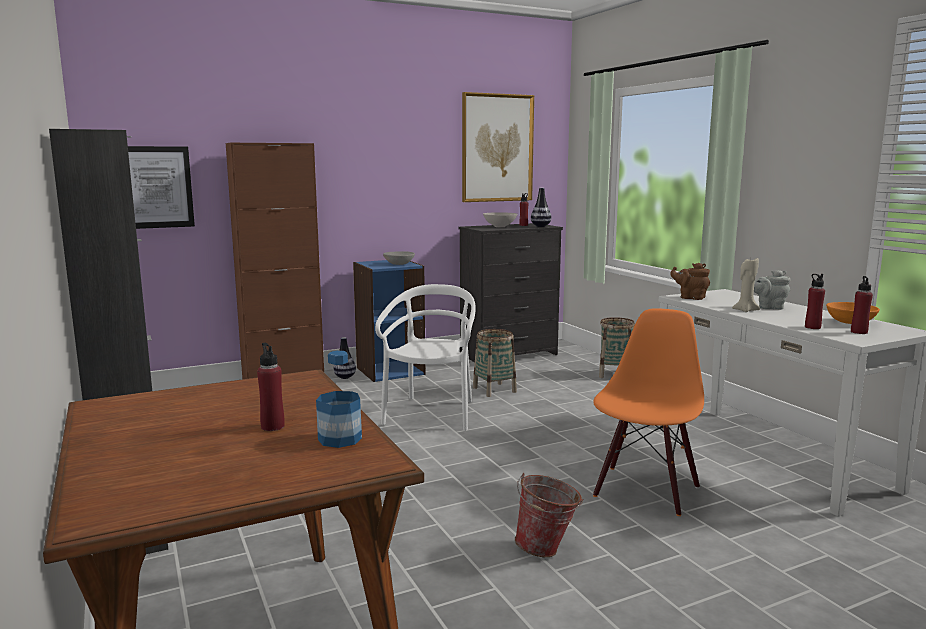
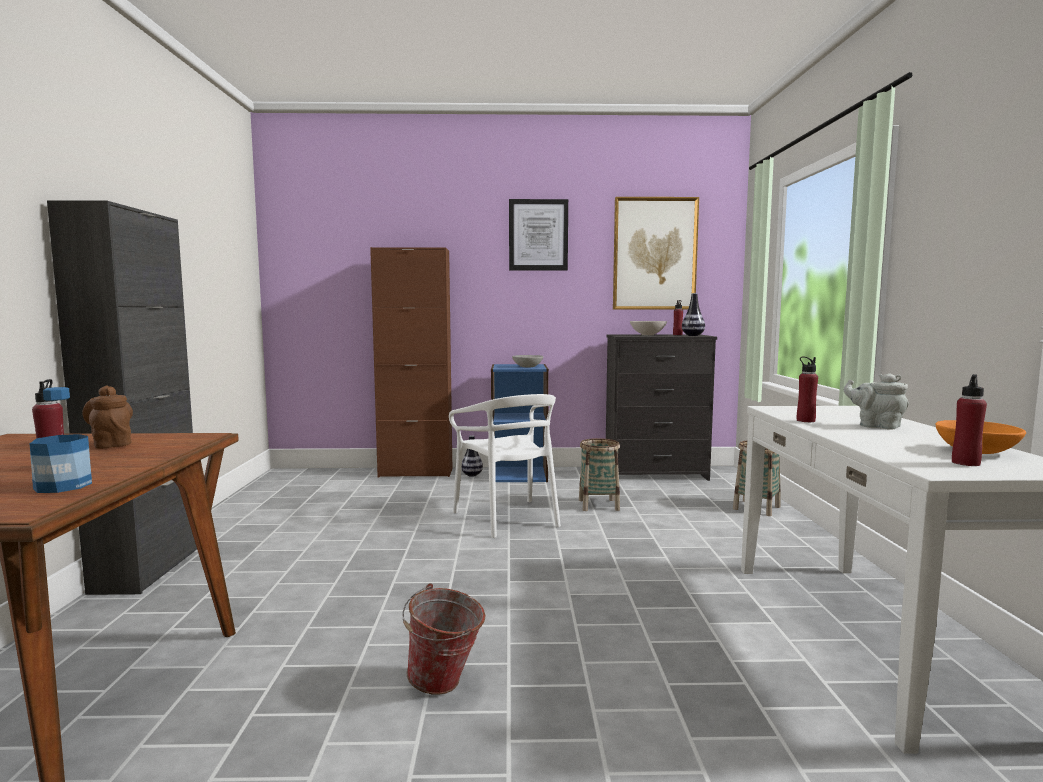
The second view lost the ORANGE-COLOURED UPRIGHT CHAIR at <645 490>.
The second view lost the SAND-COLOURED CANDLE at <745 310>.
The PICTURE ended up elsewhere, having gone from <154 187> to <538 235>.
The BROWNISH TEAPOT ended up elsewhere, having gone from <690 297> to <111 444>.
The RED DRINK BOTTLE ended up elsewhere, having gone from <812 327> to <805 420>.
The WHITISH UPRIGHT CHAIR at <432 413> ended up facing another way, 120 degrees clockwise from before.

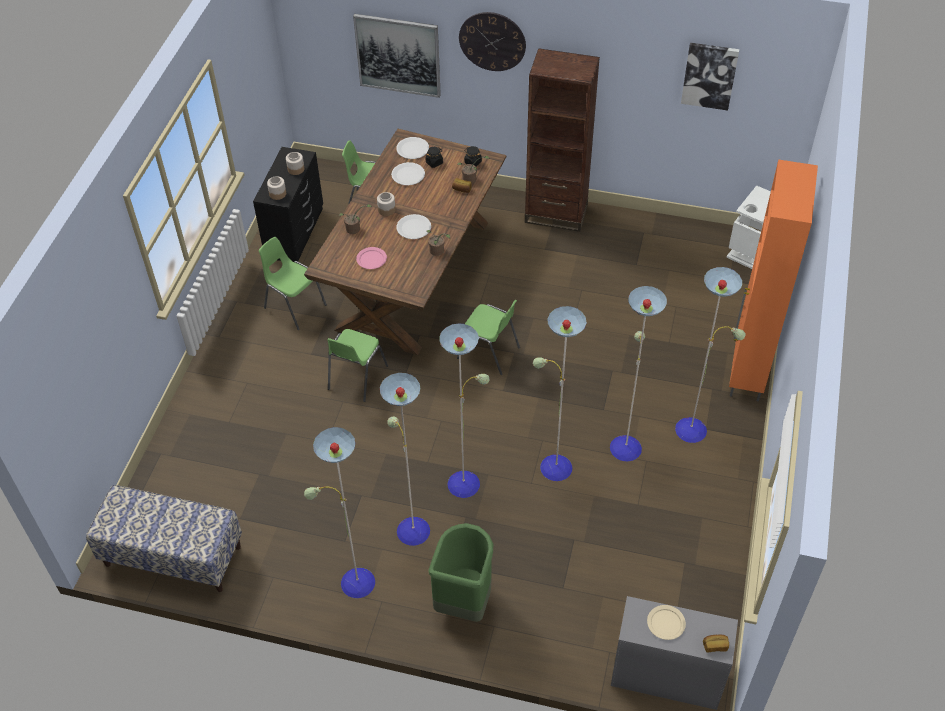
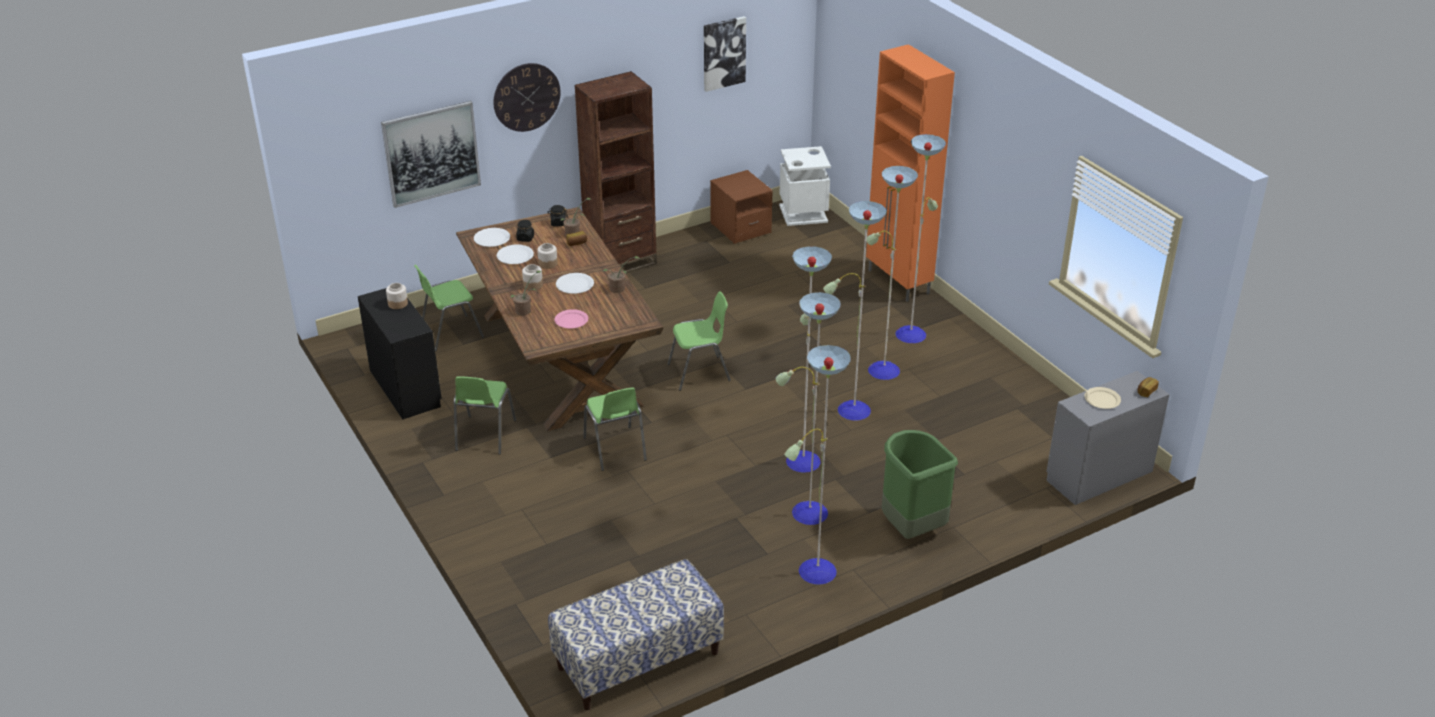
The second view gained the BROWNISH NIGHT TABLE at <740 228>.
The STORAGE JAR ended up elsewhere, having gone from <278 194> to <548 263>.
The GREEN UPRIGHT CHAIR at <294 306> ended up facing another way, 75 degrees counterclockwise from before.

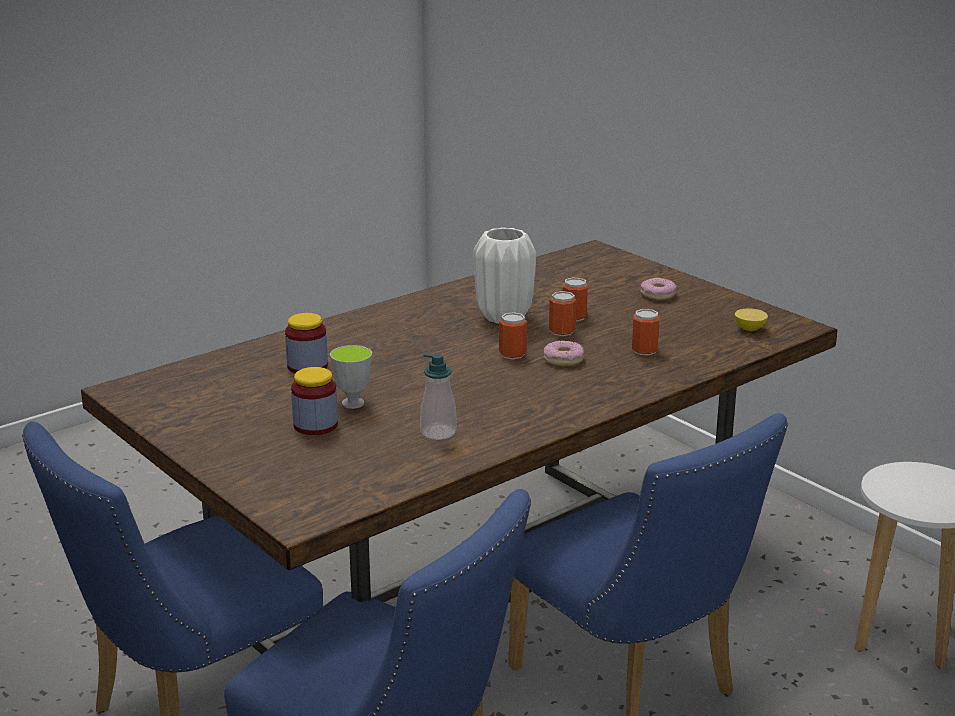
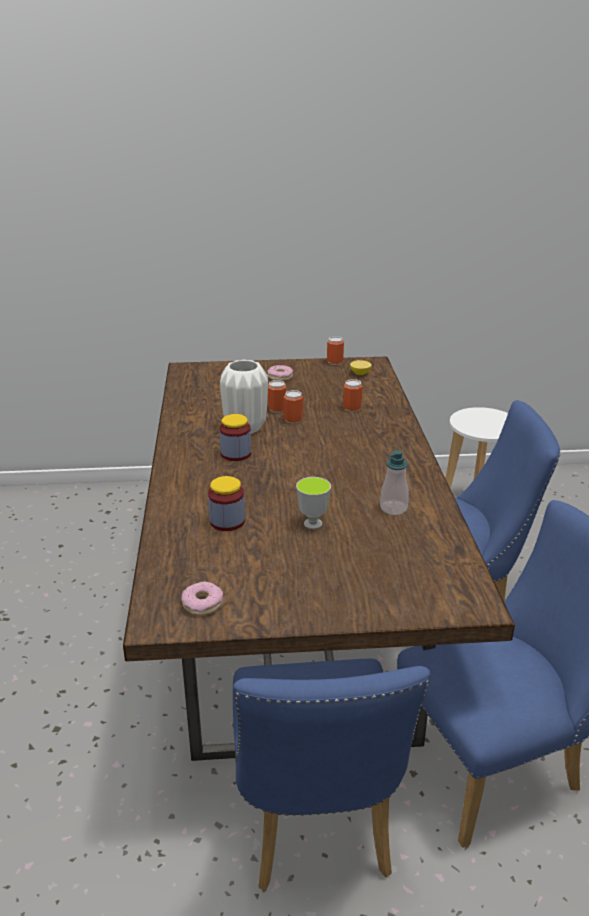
The STORAGE JAR ended up elsewhere, having gone from <315 425> to <236 454>.
The CAN ended up elsewhere, having gone from <512 354> to <335 362>.
The RING DOUGHNUT ended up elsewhere, having gone from <563 360> to <202 604>.

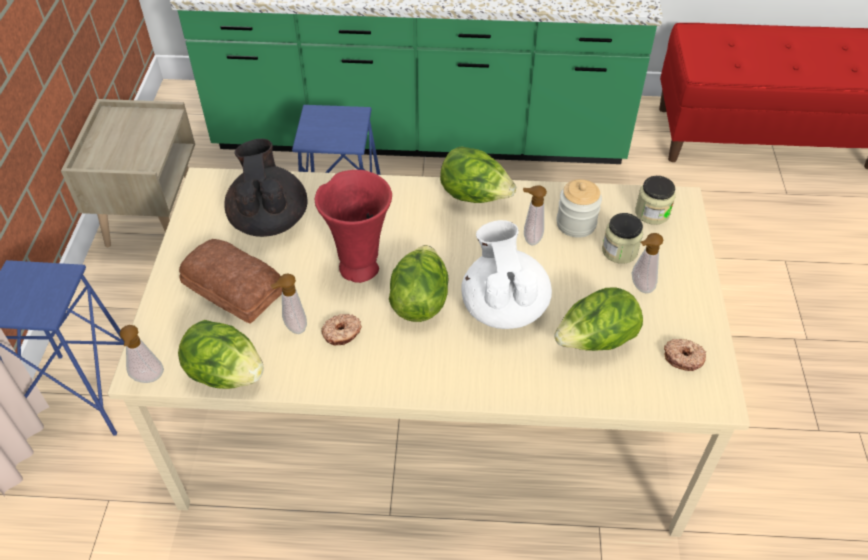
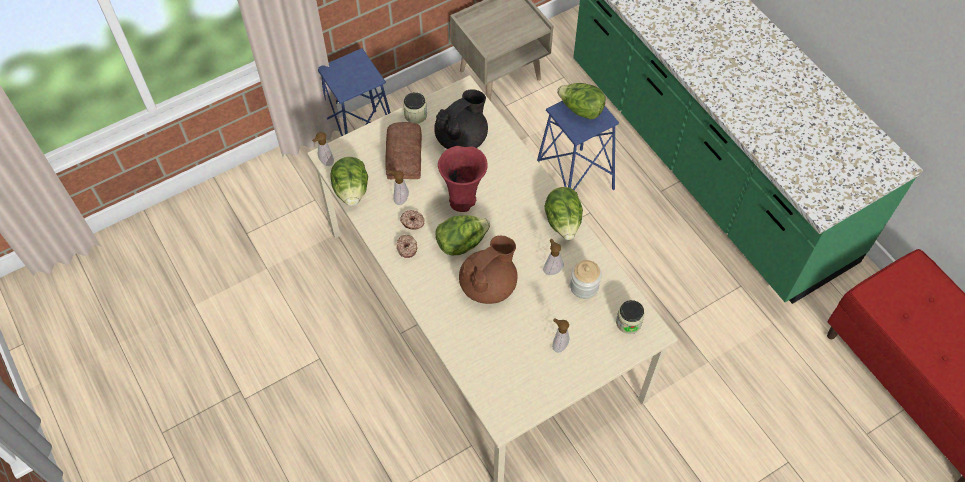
The LETTUCE HEAD ended up elsewhere, having gone from <595 341> to <580 110>.
The STORAGE JAR ended up elsewhere, having gone from <619 251> to <415 115>.
The RING DOUGHNUT ended up elsewhere, having gone from <683 357> to <407 248>.
What was the WHITISH TEAPOT at <503 307> turned into the BROWNISH TEAPOT at <489 285>.

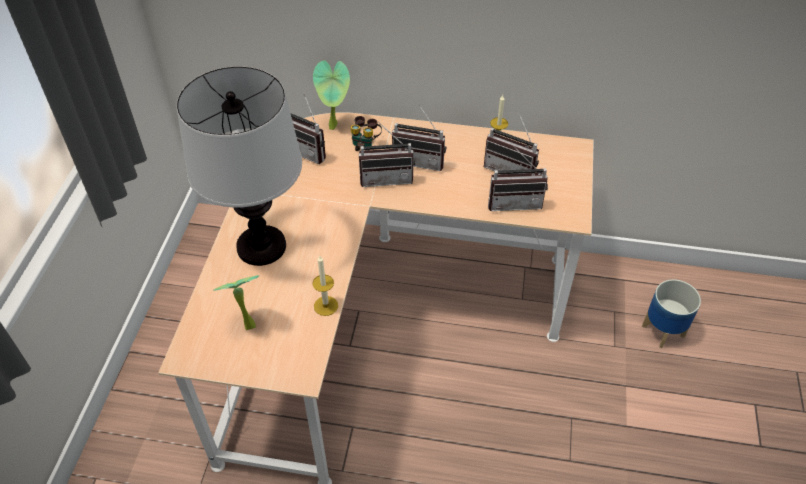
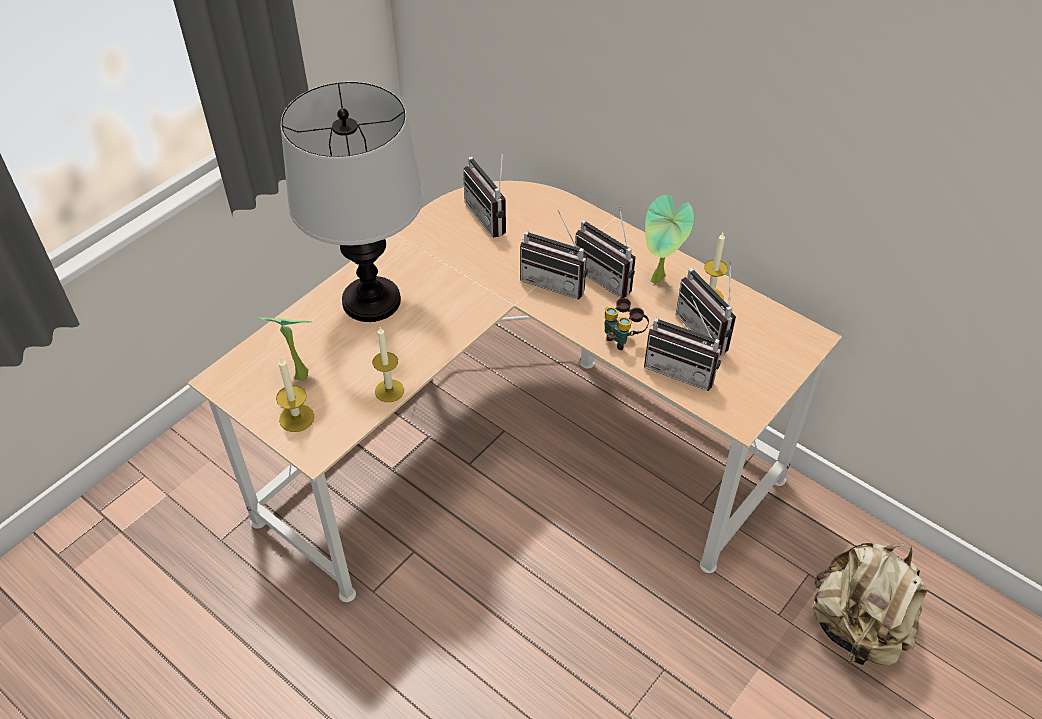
The second view gained the CANDLE at <296 418>.
The HOUSEPLANT ended up elsewhere, having gone from <335 127> to <659 281>.
The FIELD GLASSES ended up elsewhere, having gone from <365 145> to <623 338>.
Where the PLANT POT stood at <663 331>, the SAND-COLOURED RUCKSACK came to stand at <857 627>.

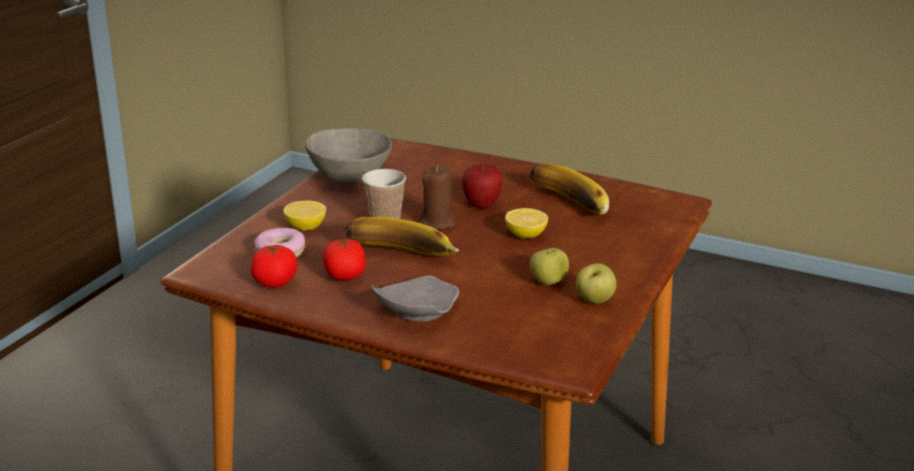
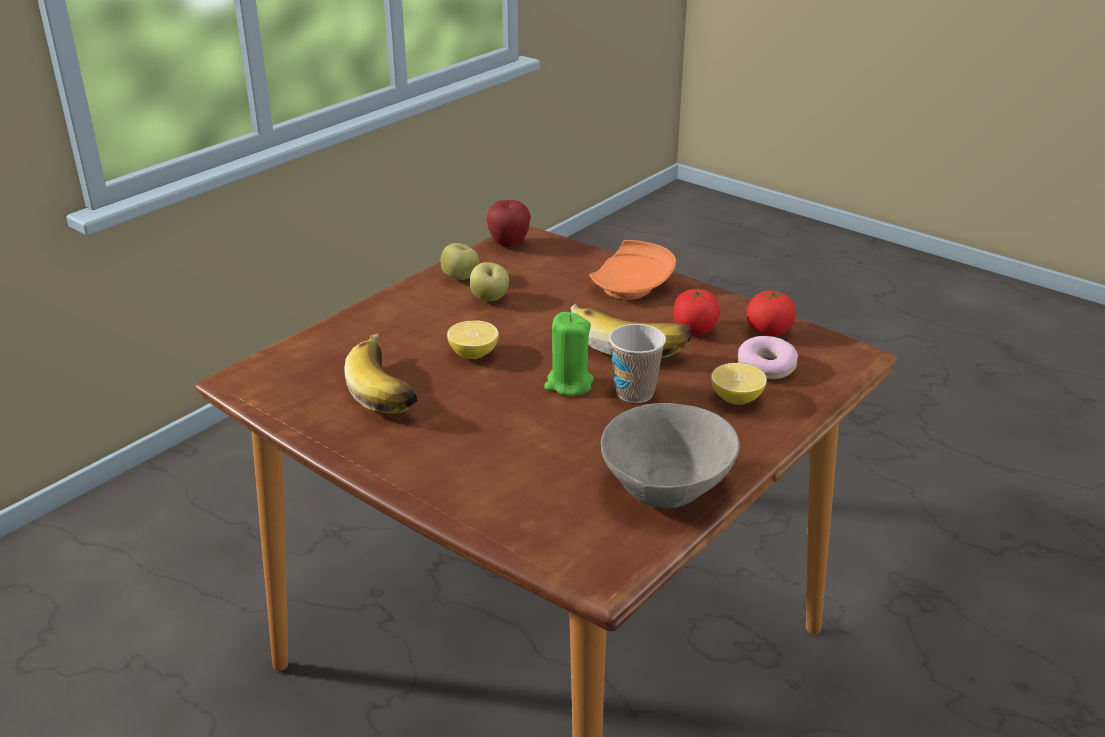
The APPLE FRUIT ended up elsewhere, having gone from <481 205> to <509 244>.
What was the GREY DINNER PLATE at <415 312> turned into the ORANGE-COLOURED DINNER PLATE at <632 287>.
What was the BROWNISH CANDLE at <437 223> turned into the GREEN CANDLE at <569 384>.

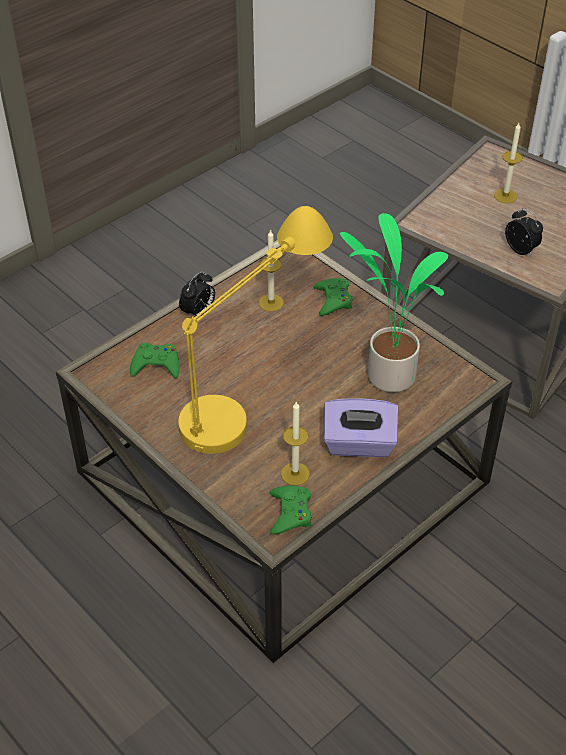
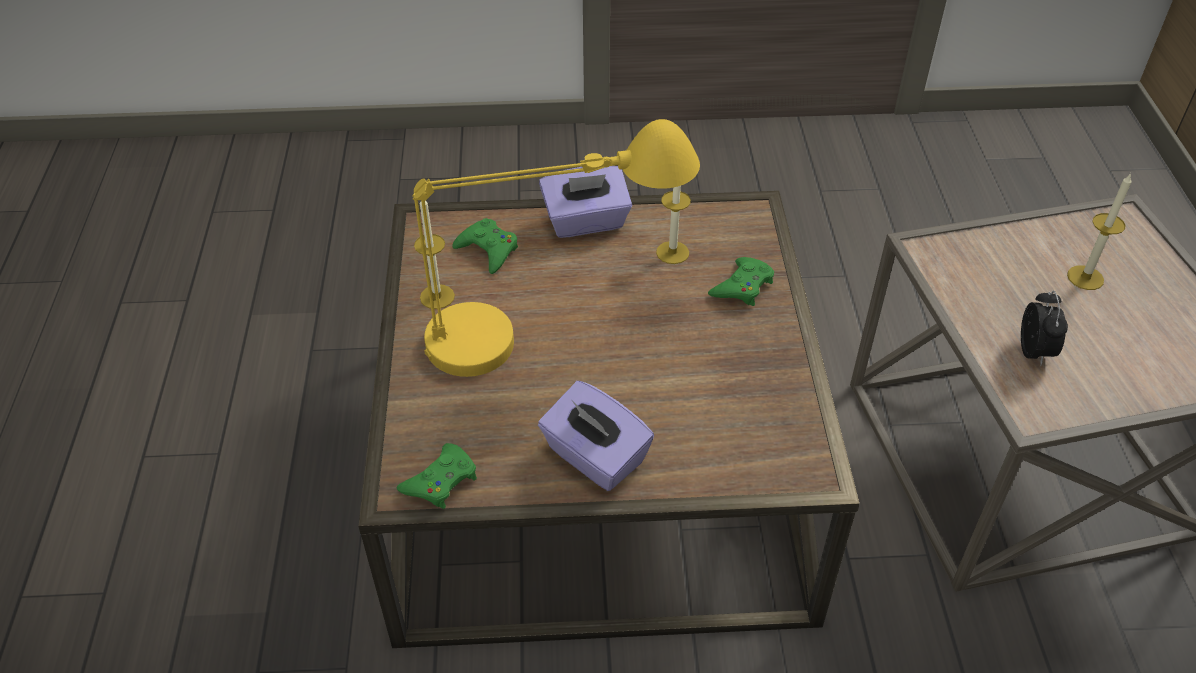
The second view lost the HOUSEPLANT at <388 375>.
The CANDLE ended up elsewhere, having gone from <295 474> to <437 297>.
Where the BEDSIDE CLOCK stood at <198 313>, the PURPLE-COLOURED BOX OF TISSUES came to stand at <586 222>.

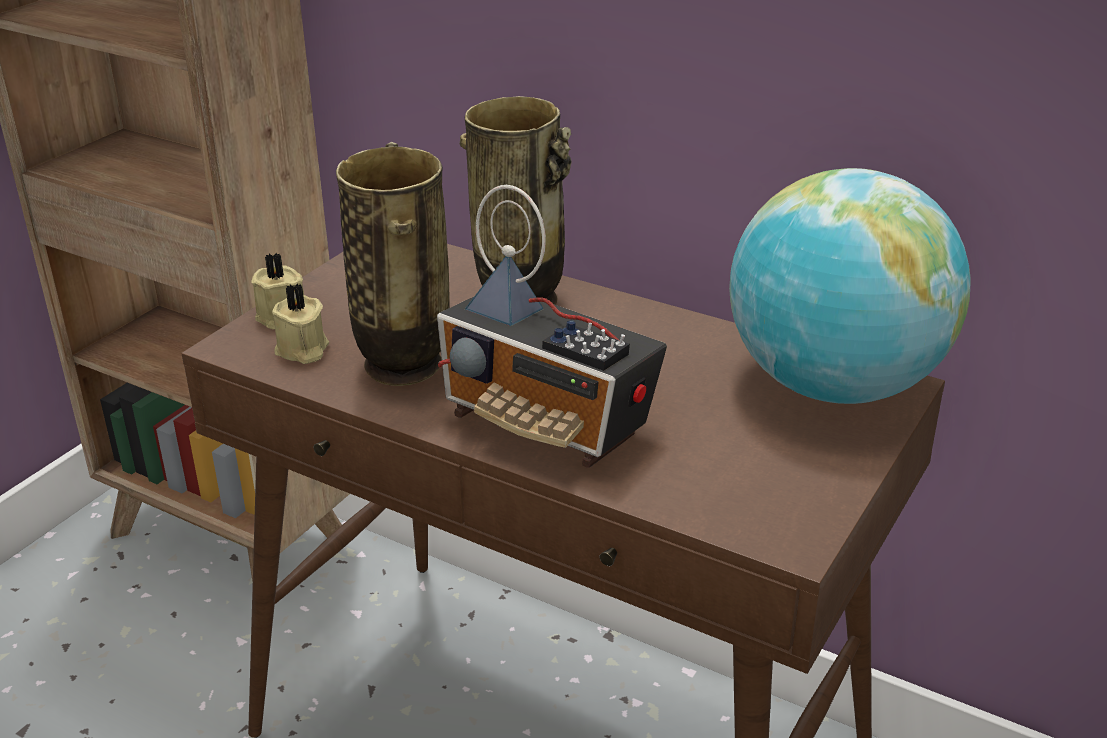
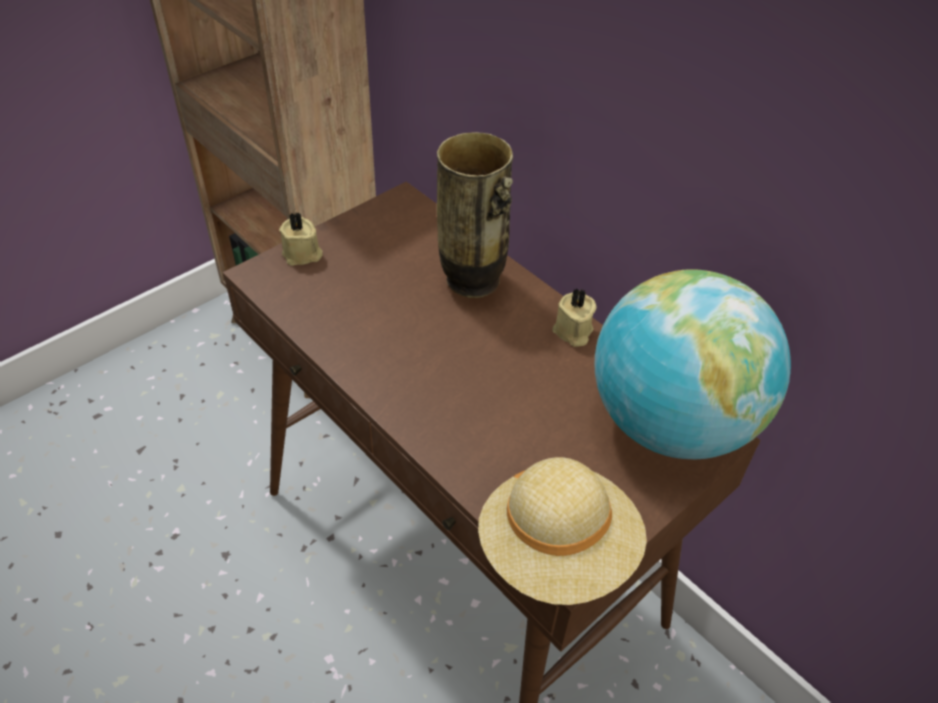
The second view lost the FLOWER VASE at <404 366>.
The second view lost the RADIO RECEIVER at <549 425>.
The second view gained the SAND-COLOURED HAT at <557 550>.
The SAND-COLOURED CANDLE ended up elsewhere, having gone from <302 350> to <572 332>.

